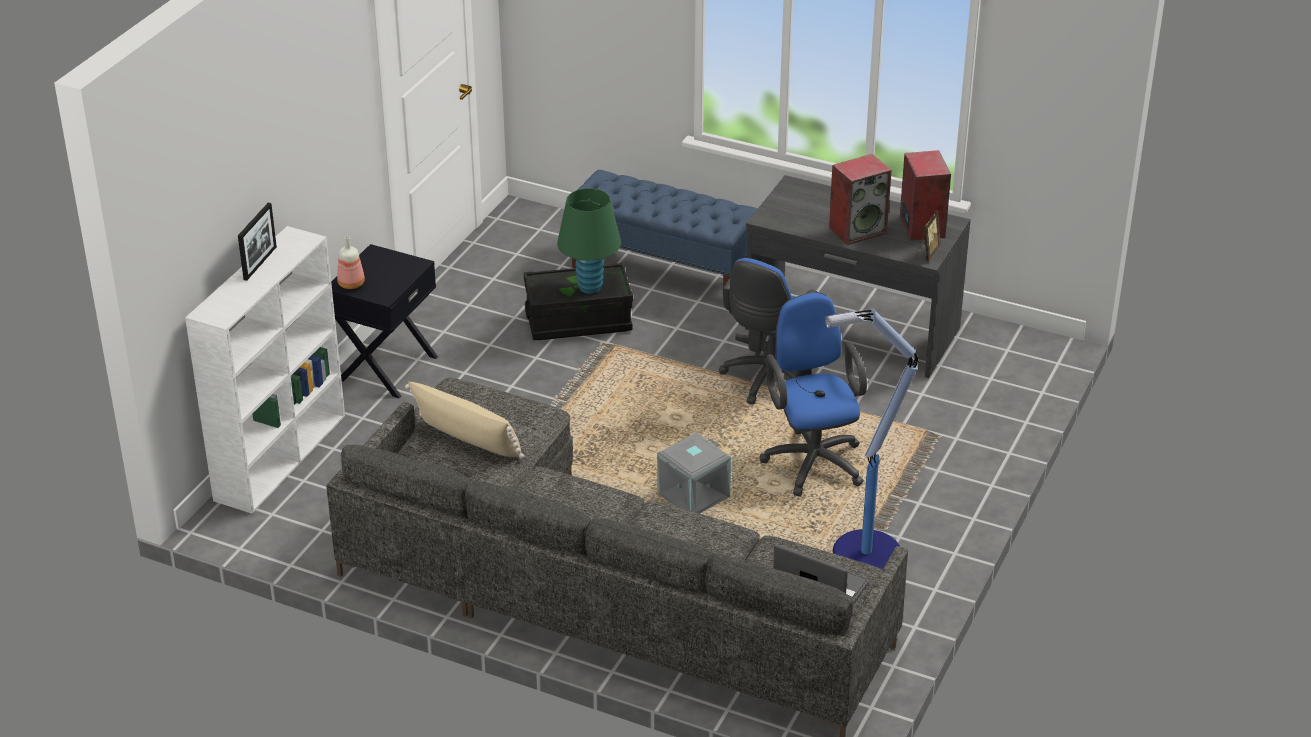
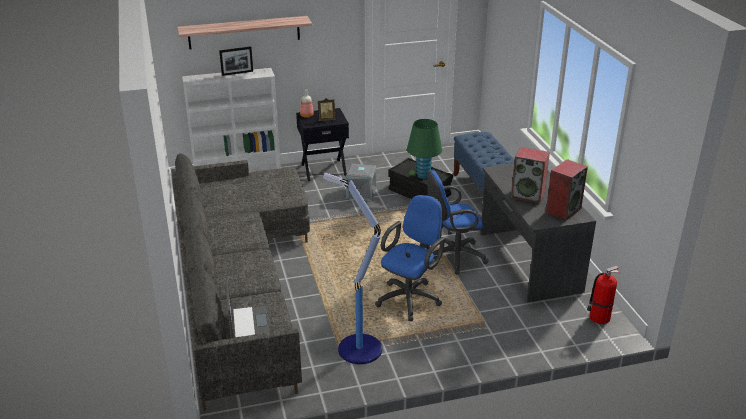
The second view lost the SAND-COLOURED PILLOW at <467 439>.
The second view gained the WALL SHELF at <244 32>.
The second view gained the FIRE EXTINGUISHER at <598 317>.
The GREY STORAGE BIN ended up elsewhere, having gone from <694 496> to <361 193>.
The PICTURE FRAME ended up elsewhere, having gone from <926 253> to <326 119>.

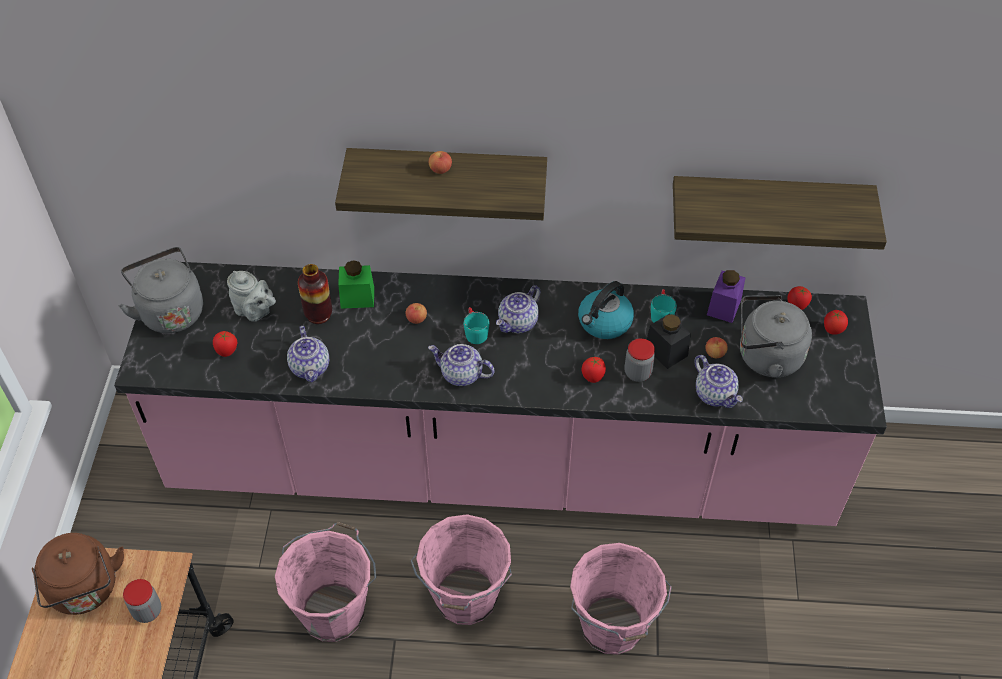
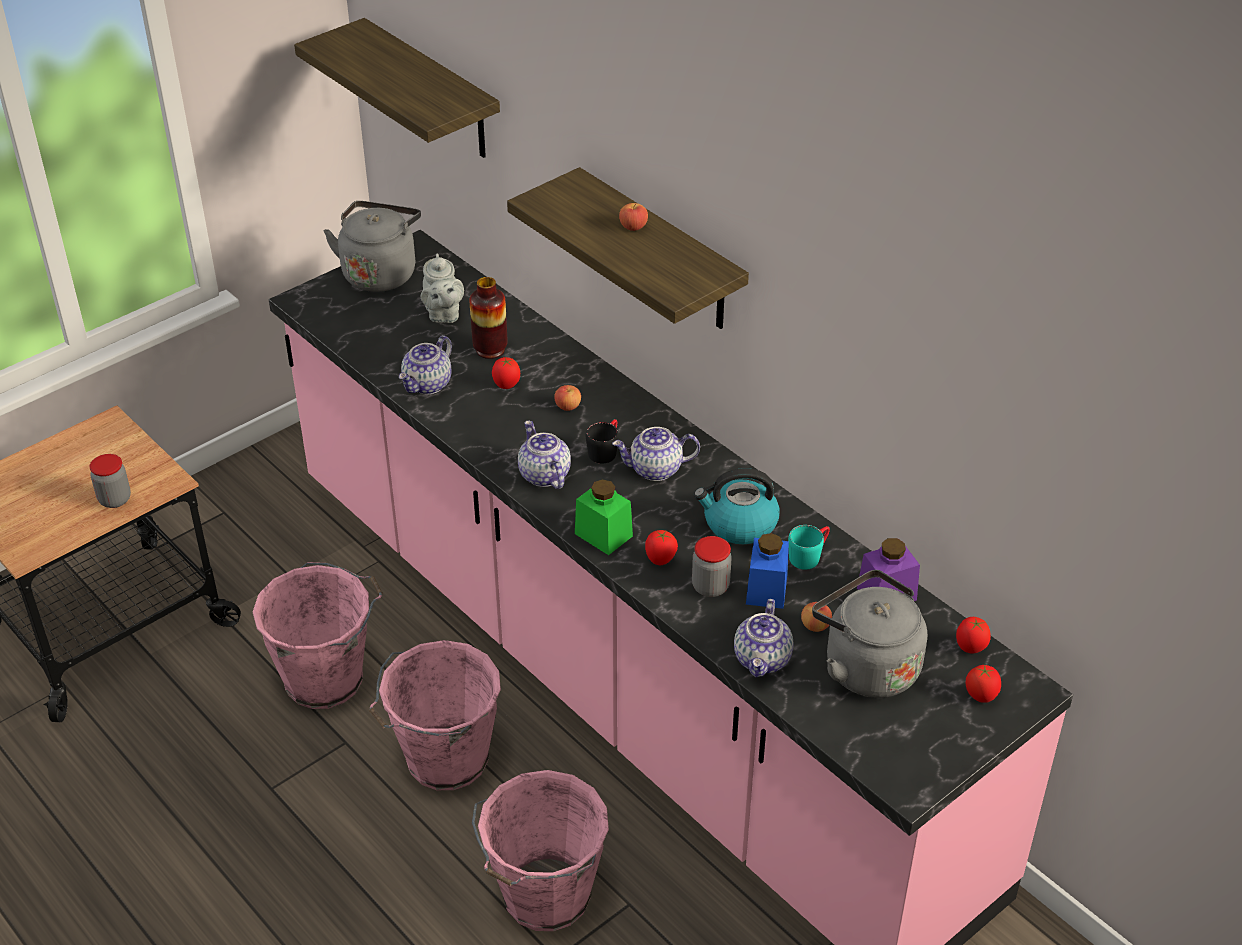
The second view lost the BROWNISH KETTLE at <85 591>.
The WHOLE TOMATO ended up elsewhere, having gone from <227 352> to <506 386>.
The GREEN STORAGE JAR ended up elsewhere, having gone from <357 297> to <603 535>.
The WALL SHELF ended up elsewhere, having gone from <769 204> to <432 91>.
What was the BLUE-GREEN TEA MUG at <474 331> turned into the BLACKISH TEA MUG at <605 450>.
What was the BLACKISH STORAGE JAR at <666 351> turned into the BLUE STORAGE JAR at <766 589>.

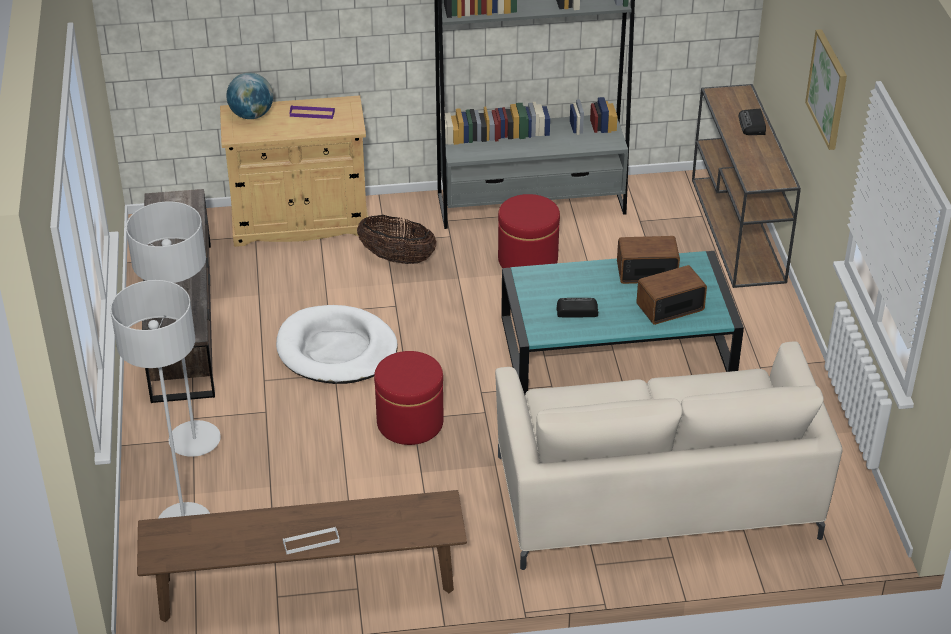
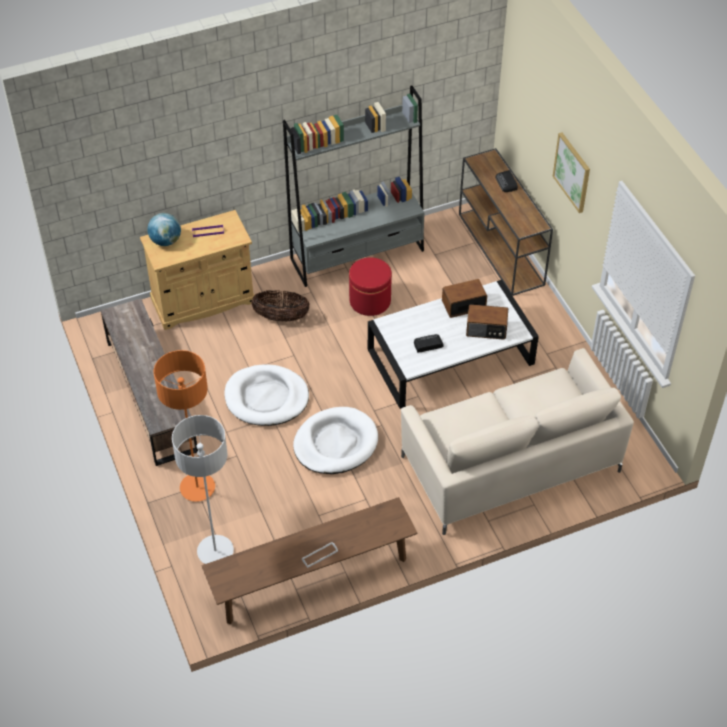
Where the RED FOOTREST stood at <410 422>, the WHITISH DOG BED came to stand at <335 443>.
What was the GREY STANDARD LAMP at <194 440> turned into the ORANGE-COLOURED STANDARD LAMP at <197 488>.
What was the BLUE-GREEN LOUNGE TABLE at <616 347> turned into the WHITISH LOUNGE TABLE at <450 357>.
The RADIO RECEIVER at <669 306> ended up facing another way, 135 degrees counterclockwise from before.

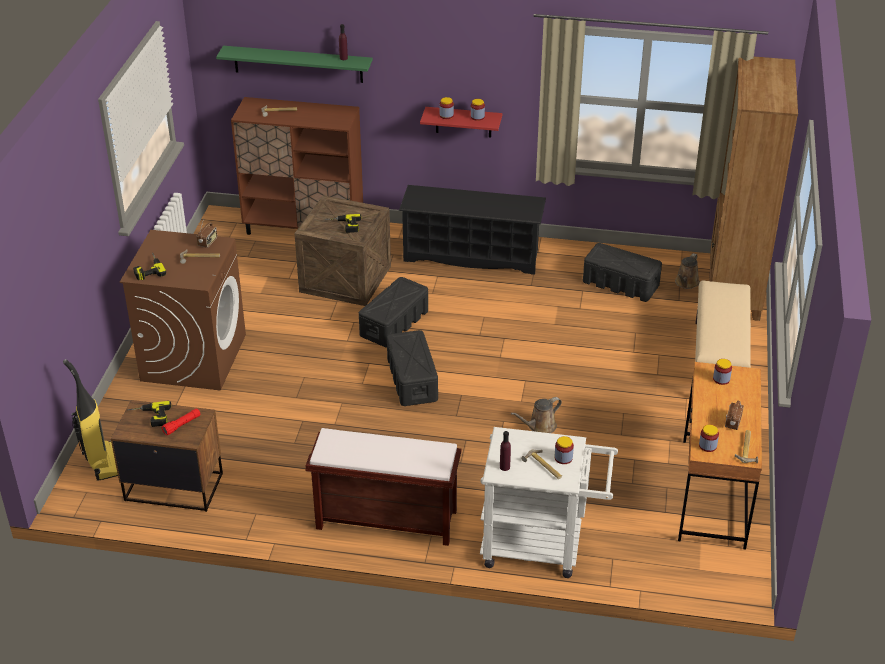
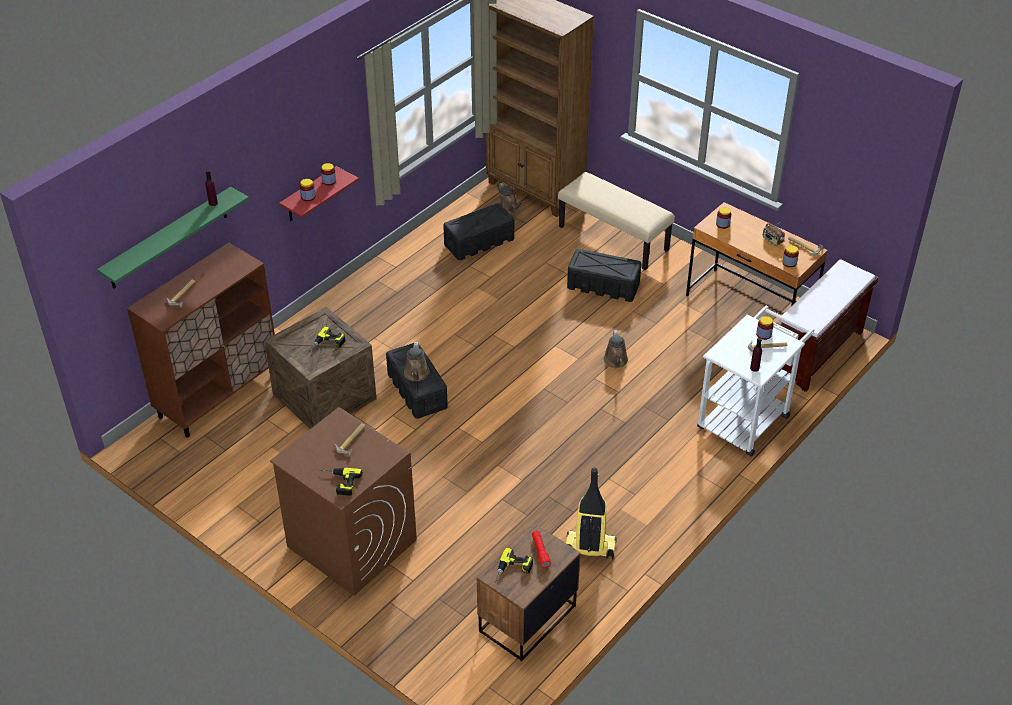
The second view lost the RADIO RECEIVER at <208 242>.
The second view lost the BLACKISH SHOE RACK at <472 255>.
The second view gained the BROWNISH WATERING CAN at <416 374>.
The HOOVER ended up elsewhere, having gone from <105 462> to <589 548>.
The BROWNISH LONG SEAT ended up elsewhere, having gone from <385 520> to <817 353>.
The BLACKISH STORAGE BIN ended up elsewhere, having gone from <412 380> to <603 286>.

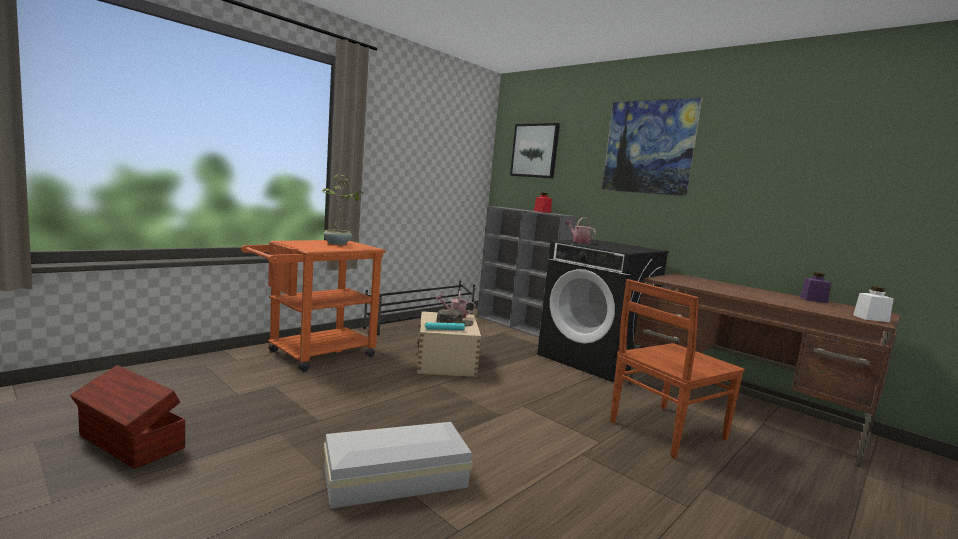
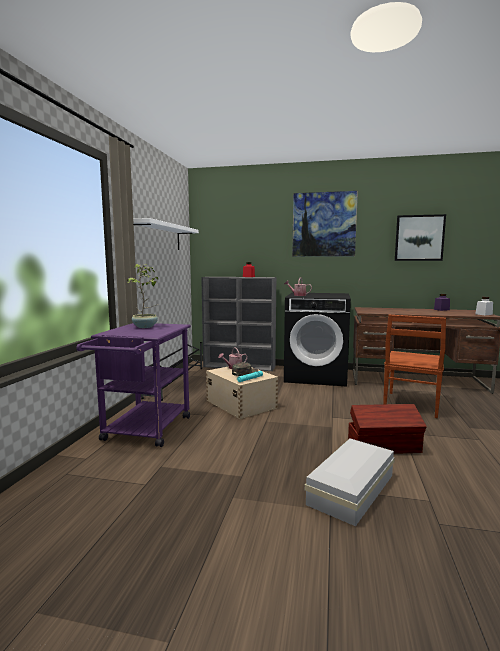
The second view gained the WHITISH WALL SHELF at <158 236>.
The BROWNISH STORAGE BIN ended up elsewhere, having gone from <130 442> to <385 447>.
The PICTURE ended up elsewhere, having gone from <535 150> to <419 238>.
What was the ORANGE-COLOURED CART at <313 355> turned into the PURPLE-COLOURED CART at <144 432>.

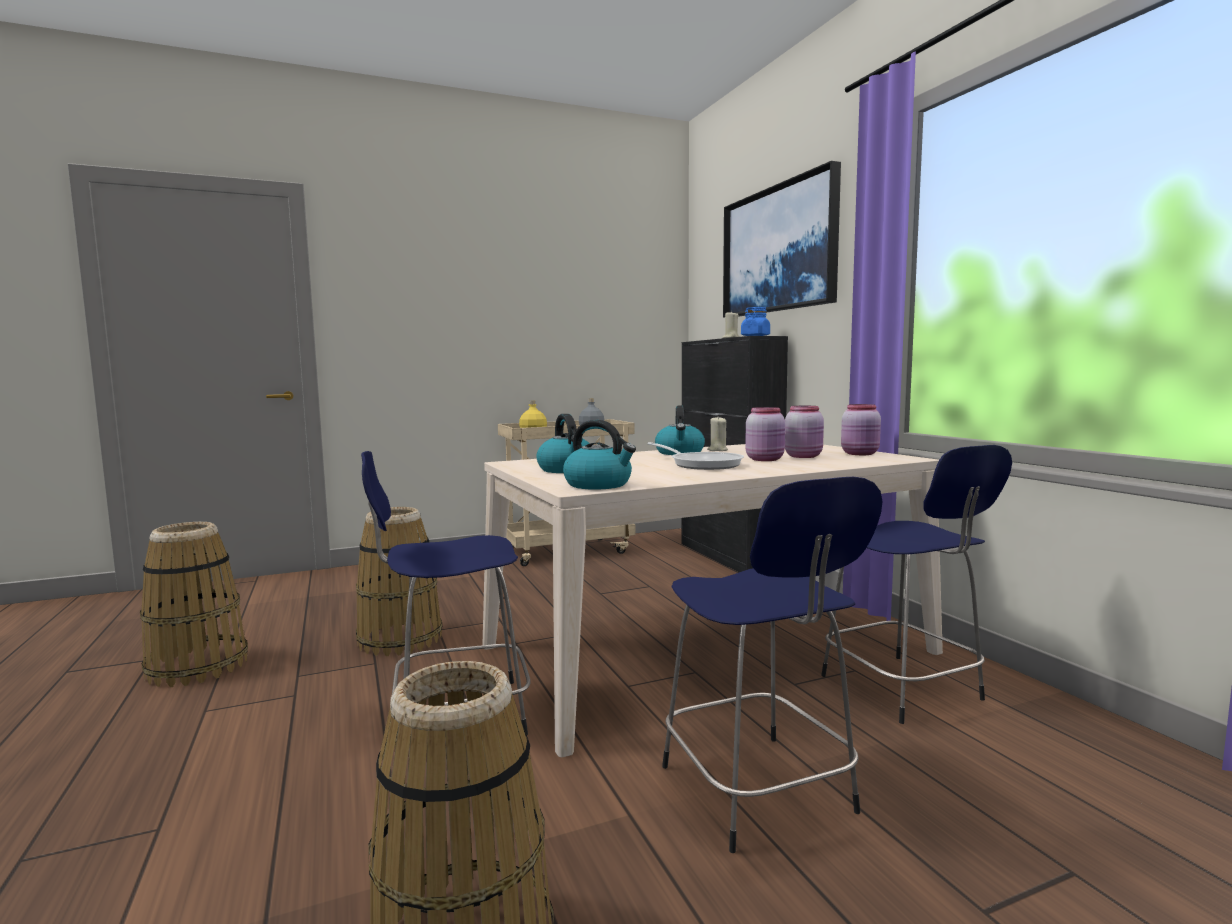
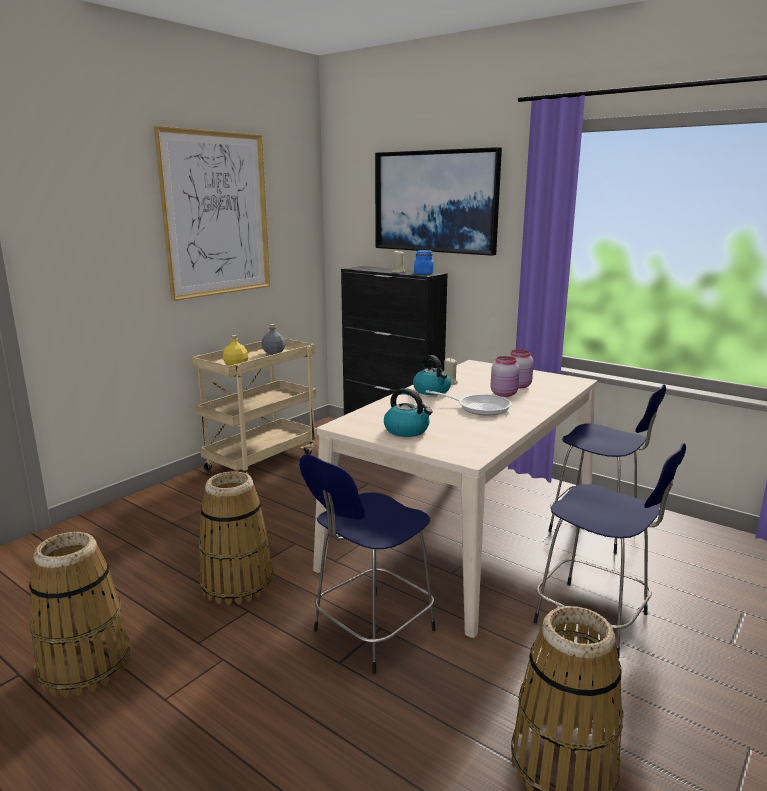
The second view lost the KETTLE at <599 485>.
The second view lost the PINKISH STORAGE JAR at <861 454>.
The second view gained the PICTURE at <216 214>.

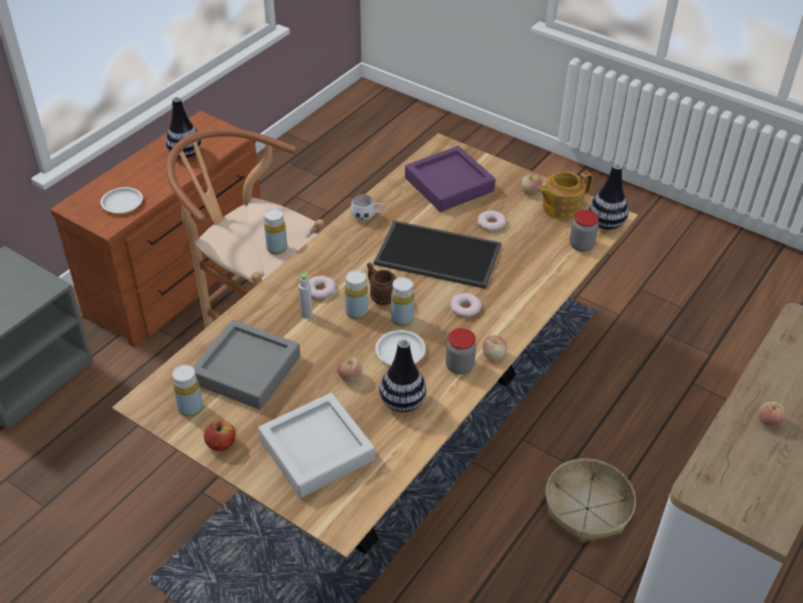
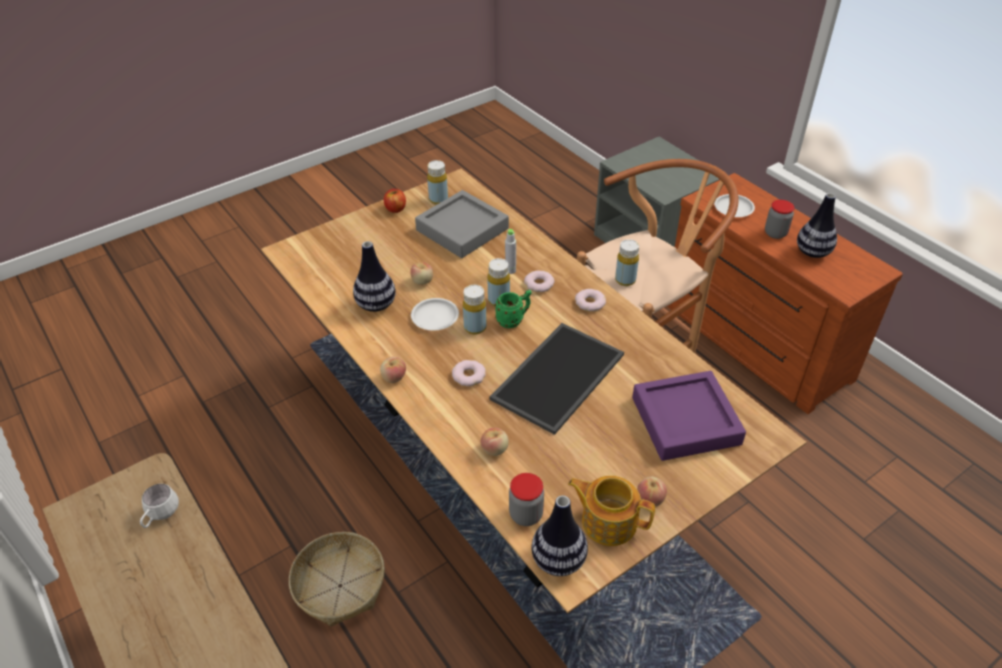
The second view lost the GREY SERVING TRAY at <316 450>.
The WHITISH TEA MUG ended up elsewhere, having gone from <367 216> to <160 516>.
The STORAGE JAR ended up elsewhere, having gone from <459 366> to <775 233>.
The RING DOUGHNUT ended up elsewhere, having gone from <491 223> to <589 303>.
The APPLE FRUIT ended up elsewhere, having gone from <769 422> to <495 449>.
What was the BROWNISH TEA MUG at <380 296> turned into the GREEN TEA MUG at <513 320>.
The TEAPOT at <560 207> ended up facing another way, 60 degrees counterclockwise from before.

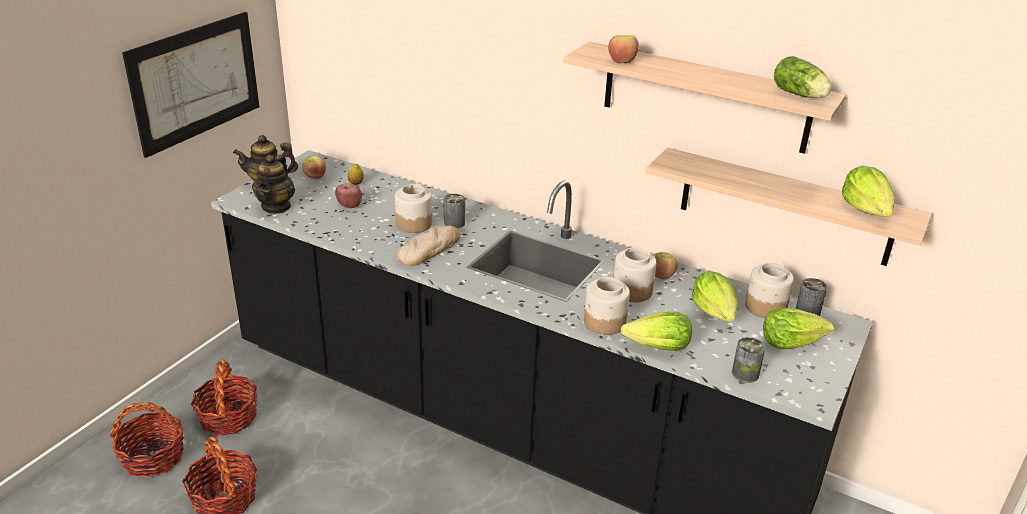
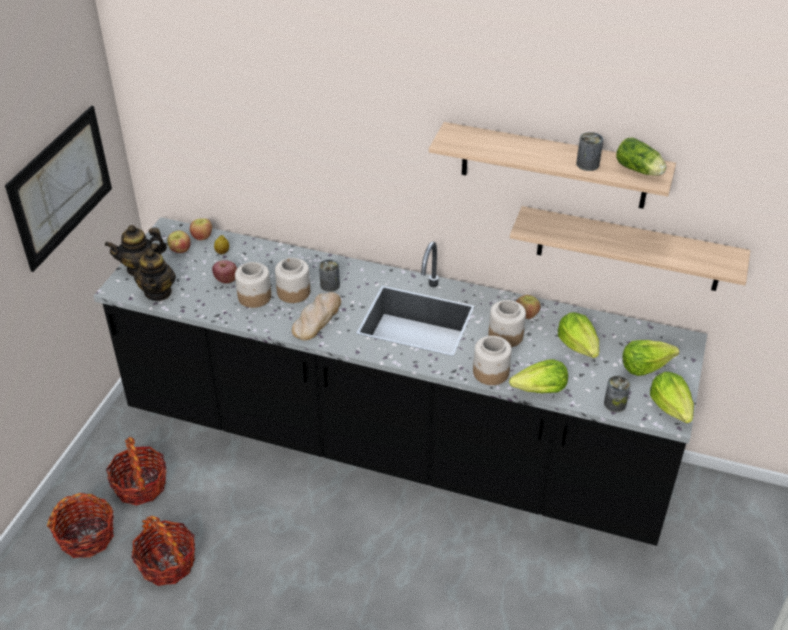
The APPLE FRUIT ended up elsewhere, having gone from <622 61> to <202 237>.
The STORAGE JAR ended up elsewhere, having gone from <765 307> to <254 297>.
The CAN ended up elsewhere, having gone from <807 311> to <587 164>.
The LETTUCE HEAD ended up elsewhere, having gone from <867 210> to <671 408>.

